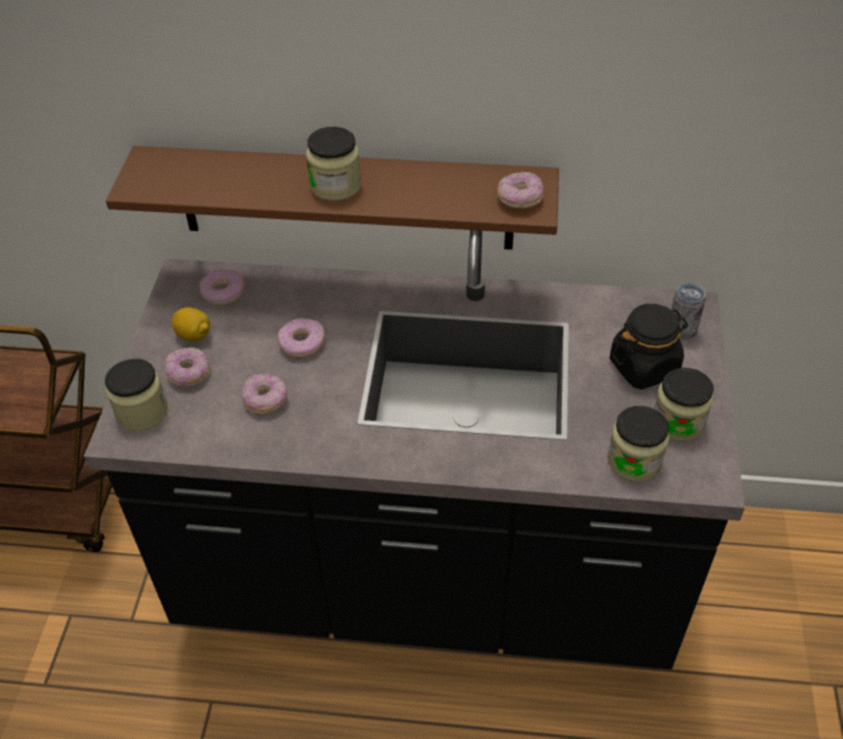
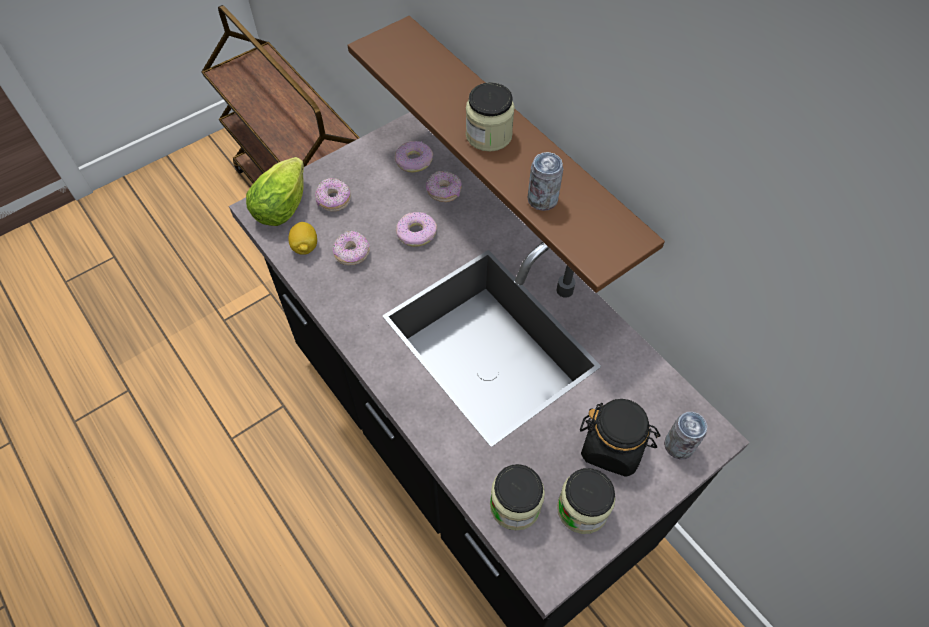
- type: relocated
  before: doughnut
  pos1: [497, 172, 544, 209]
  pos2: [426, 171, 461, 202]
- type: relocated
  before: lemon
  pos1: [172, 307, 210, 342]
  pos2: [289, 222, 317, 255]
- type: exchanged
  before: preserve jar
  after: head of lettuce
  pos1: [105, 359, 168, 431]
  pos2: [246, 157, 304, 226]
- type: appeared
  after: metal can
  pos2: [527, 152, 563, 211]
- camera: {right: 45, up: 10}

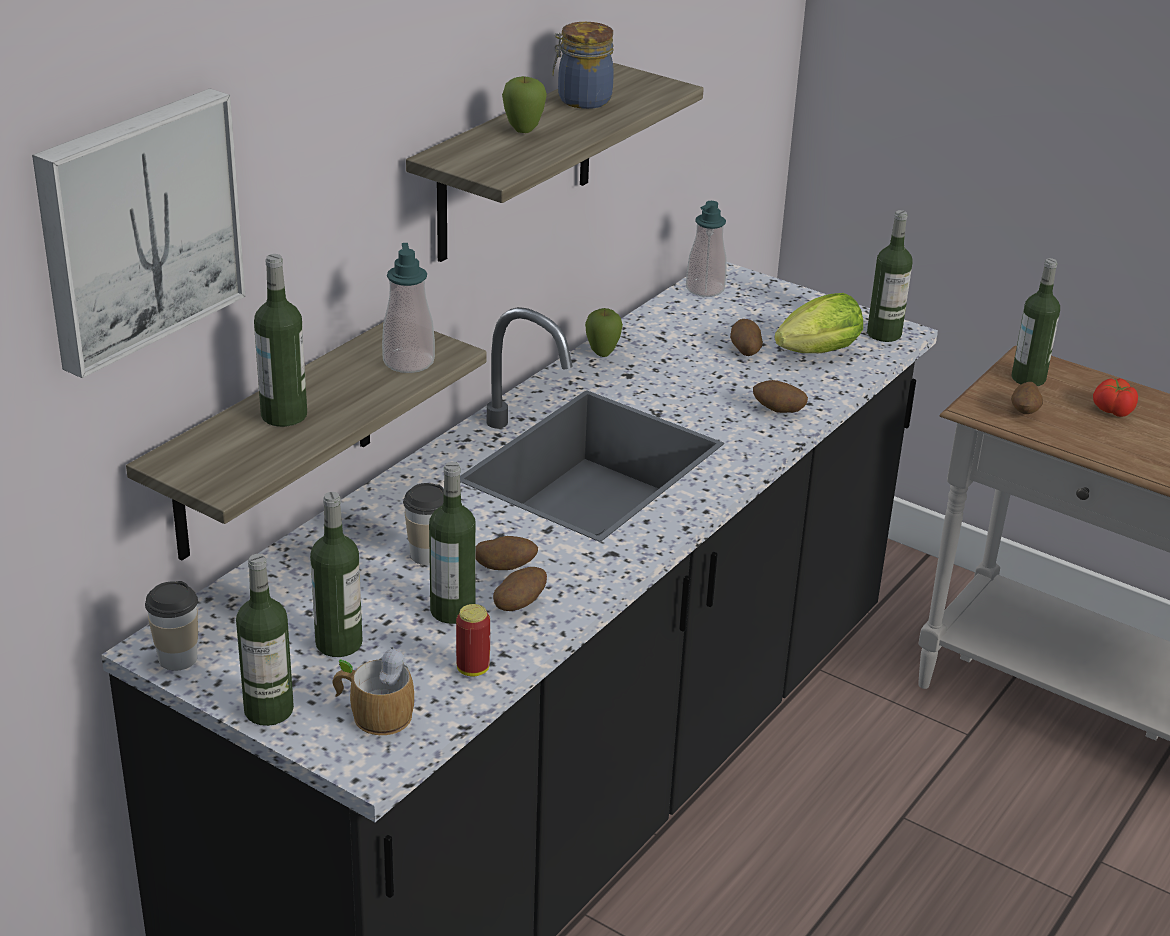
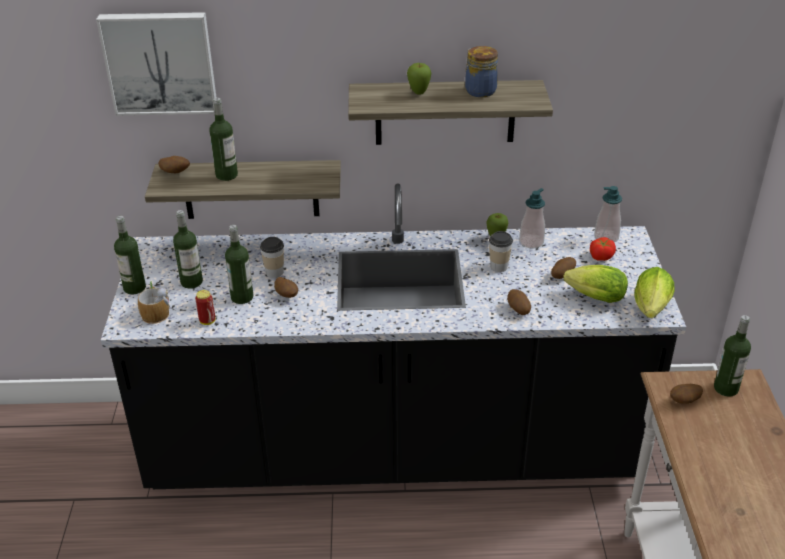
- type: exchanged
  before: bottle
  after: head of lettuce
  pos1: [867, 210, 912, 342]
  pos2: [634, 267, 675, 318]
- type: relocated
  before: soap bottle
  pos1: [382, 243, 435, 373]
  pos2: [519, 188, 545, 249]
- type: relocated
  before: tomato
  pos1: [1093, 378, 1138, 417]
  pos2: [590, 237, 616, 261]
- type: relocated
  before: spud
  pos1: [493, 567, 547, 611]
  pos2: [158, 156, 190, 173]
- type: relocated
  before: cup
  pos1: [145, 581, 198, 671]
  pos2: [489, 231, 513, 272]
- camera: {right: 55, up: 5}

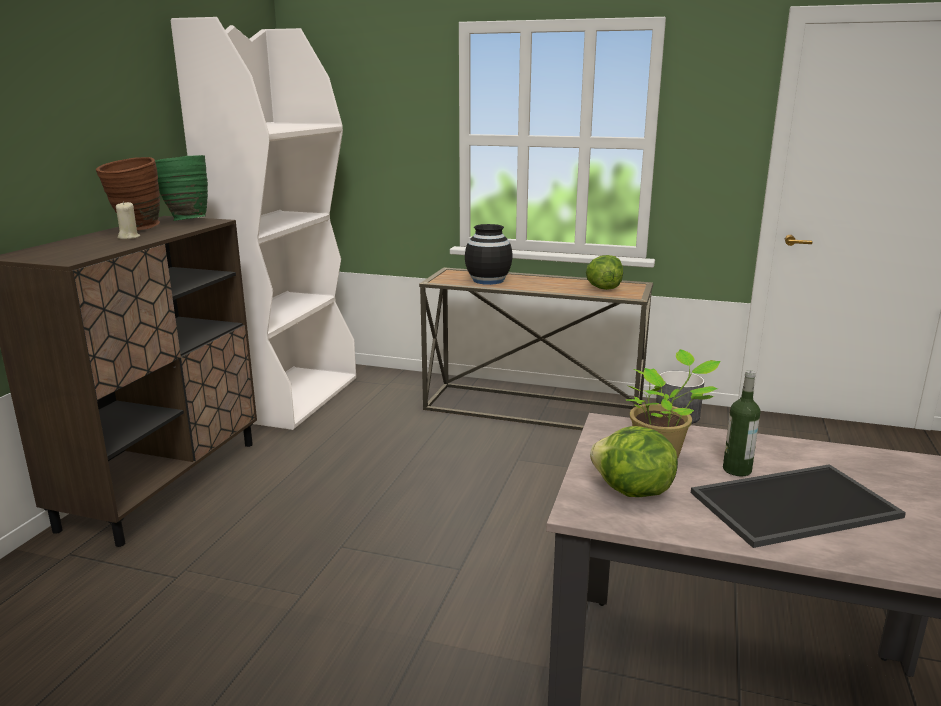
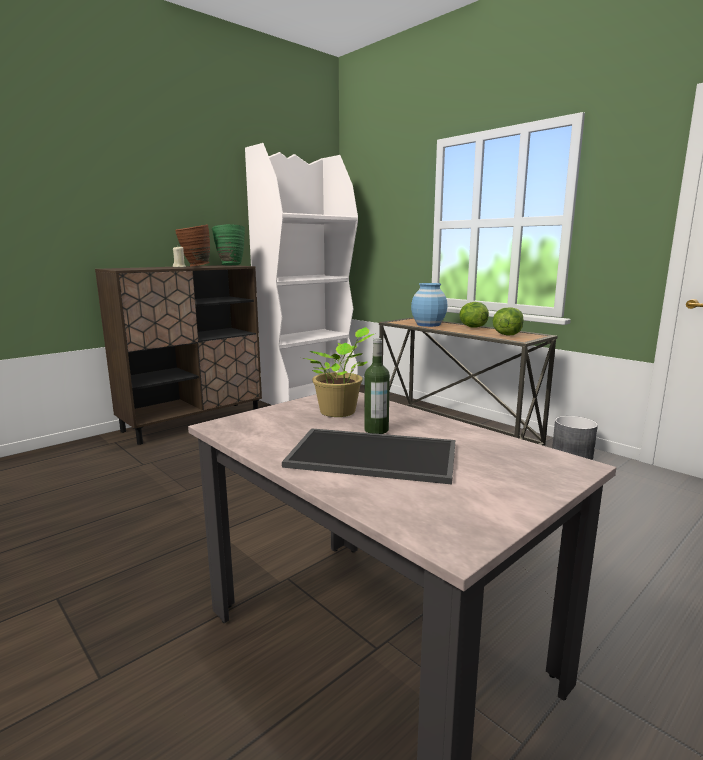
- type: colour
  before: vase (blackish)
  after: vase (bluish)
  pos1: [465, 224, 513, 285]
  pos2: [411, 283, 447, 327]
- type: relocated
  before: head of lettuce
  pos1: [590, 426, 678, 497]
  pos2: [459, 302, 489, 328]
- camera: {right: 30, up: -5}

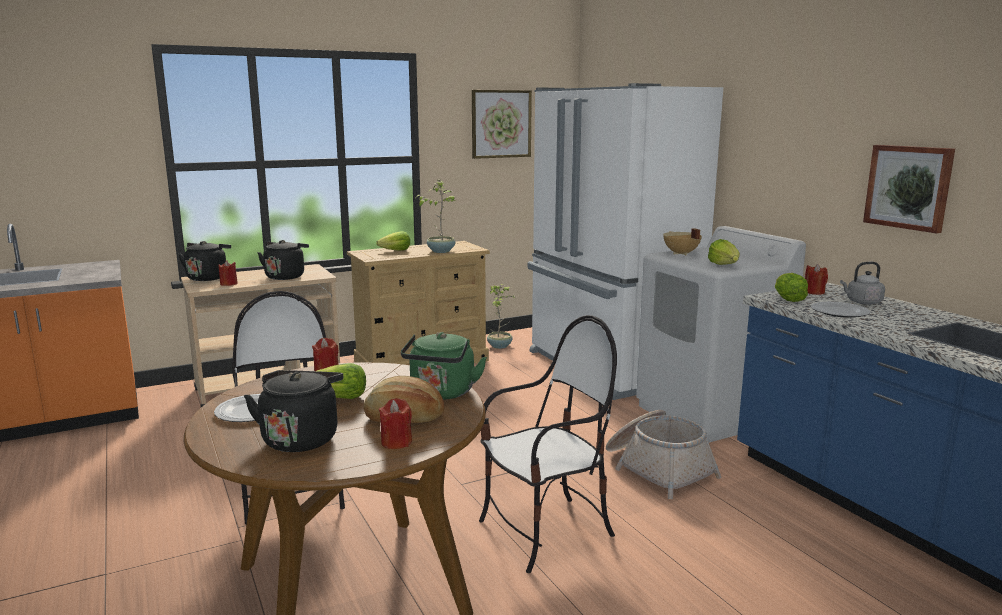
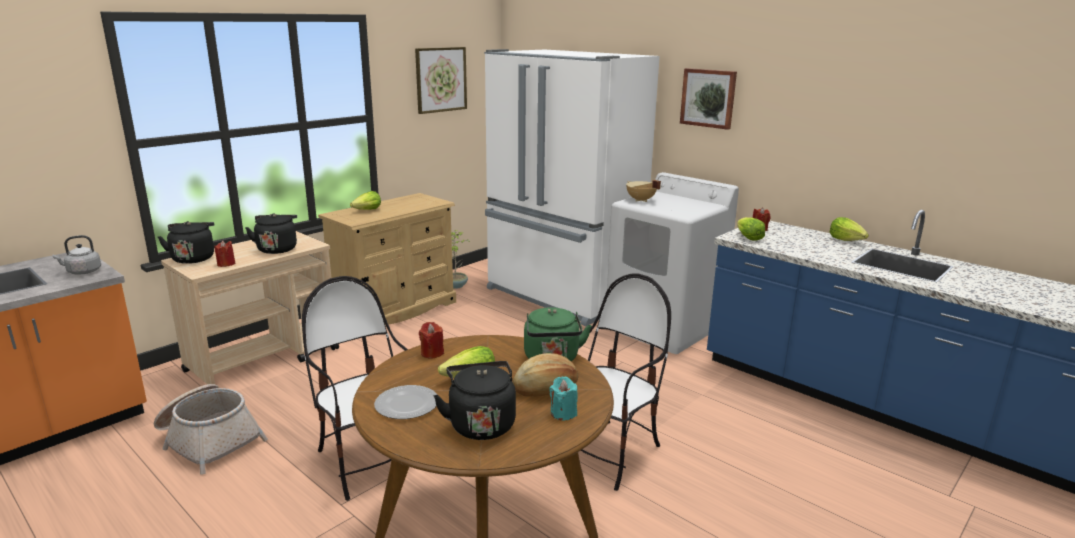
- type: relocated
  before: wall picture
  pos1: [863, 145, 955, 233]
  pos2: [680, 68, 737, 130]
- type: missing
  before: potted plant
  pos1: [416, 180, 456, 253]
- type: relocated
  before: head of lettuce
  pos1: [708, 239, 740, 265]
  pos2: [830, 217, 869, 241]
- type: relocated
  before: kettle (grey)
  pos1: [840, 262, 885, 305]
  pos2: [52, 235, 101, 274]
- type: missing
  before: dinner plate
  pos1: [811, 302, 871, 318]
- type: colour
  before: wax light (red)
  after: wax light (blue-green)
  pos1: [379, 398, 412, 449]
  pos2: [549, 376, 578, 421]
- type: relocated
  before: household basket
  pos1: [606, 410, 721, 499]
  pos2: [154, 384, 268, 474]
- camera: {right: -20, up: 5}

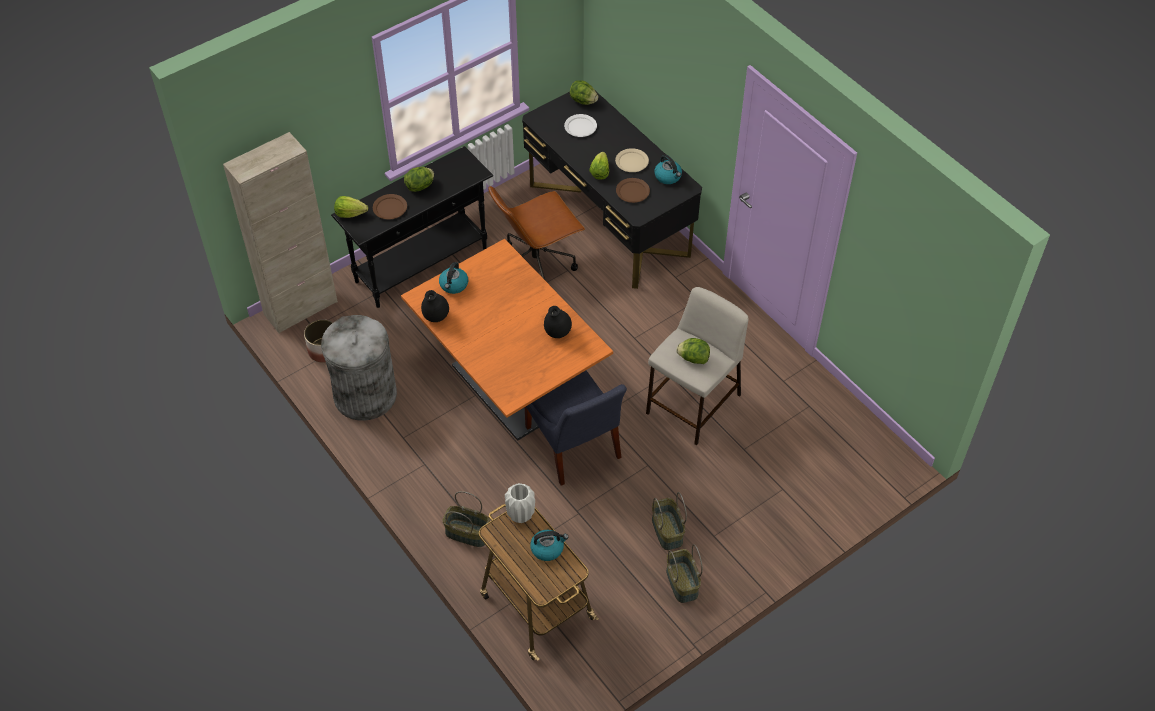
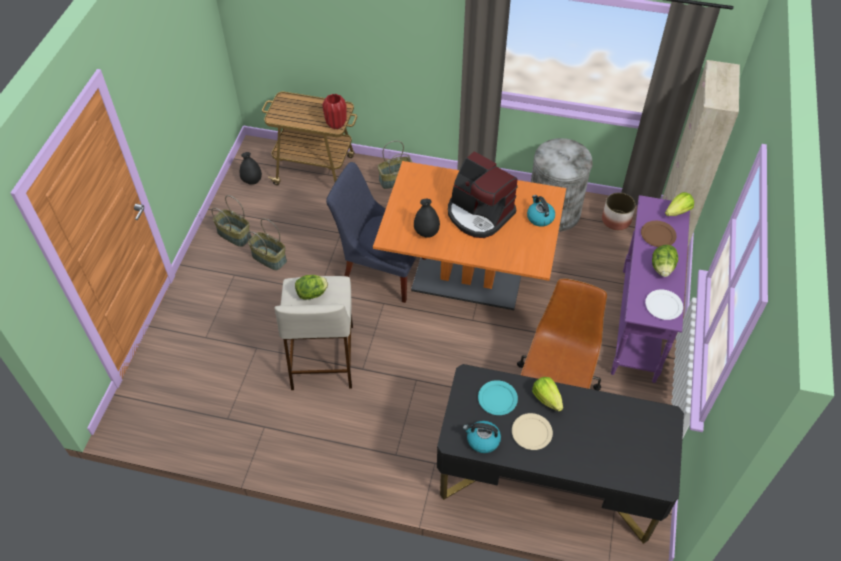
- type: missing
  before: head of lettuce
  pos1: [570, 80, 598, 105]
- type: relocated
  before: dinner plate (white-coloured)
  pos1: [564, 114, 597, 137]
  pos2: [645, 289, 683, 320]
- type: colour
  before: narrow table (blackish)
  after: narrow table (purple-coloured)
  pos1: [331, 146, 493, 308]
  pos2: [611, 195, 690, 383]
- type: colour
  before: dinner plate (brown-coloured)
  after: dinner plate (blue-green)
  pos1: [616, 178, 650, 203]
  pos2: [478, 380, 518, 415]
- type: relocated
  before: vase (blackish)
  pos1: [421, 290, 449, 322]
  pos2: [240, 152, 262, 185]
- type: colour
  before: vase (white-coloured)
  after: vase (red)
  pos1: [505, 483, 535, 523]
  pos2: [322, 94, 347, 129]
- type: missing
  before: kettle
  pos1: [530, 530, 568, 561]
- type: appeared
  after: coffee brewer
  pos2: [448, 151, 518, 238]
- camera: {right: 140, up: 0}

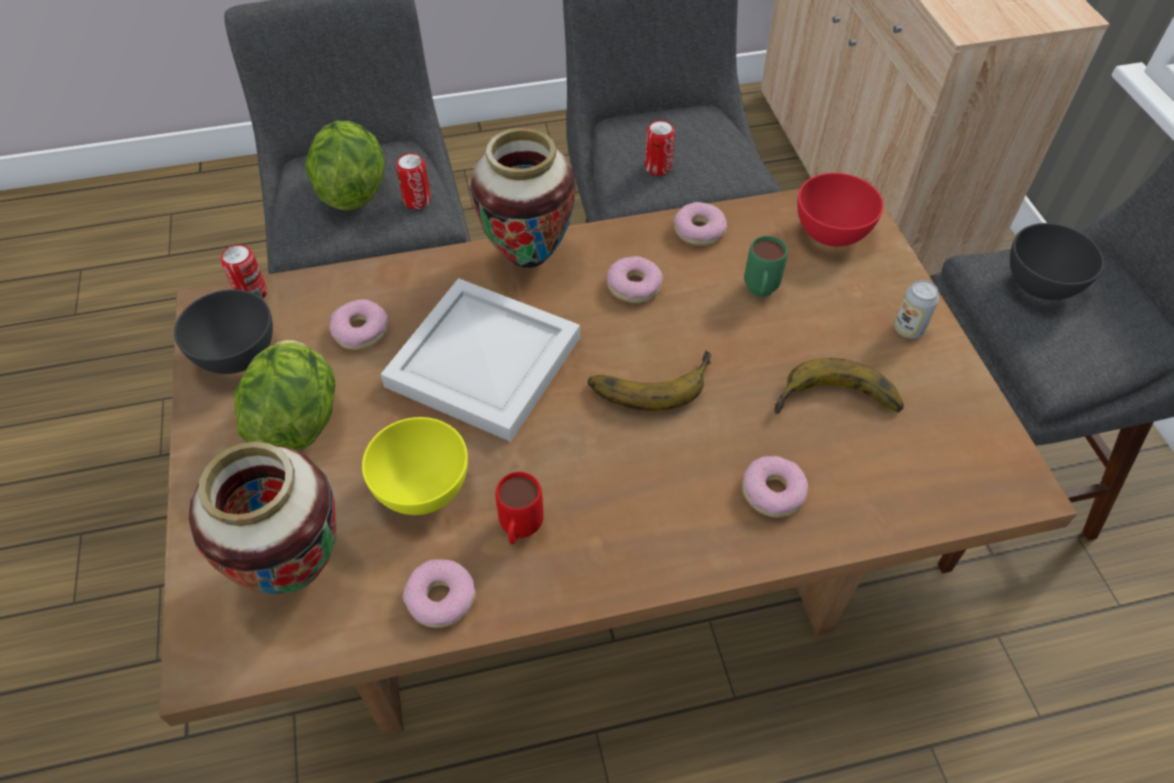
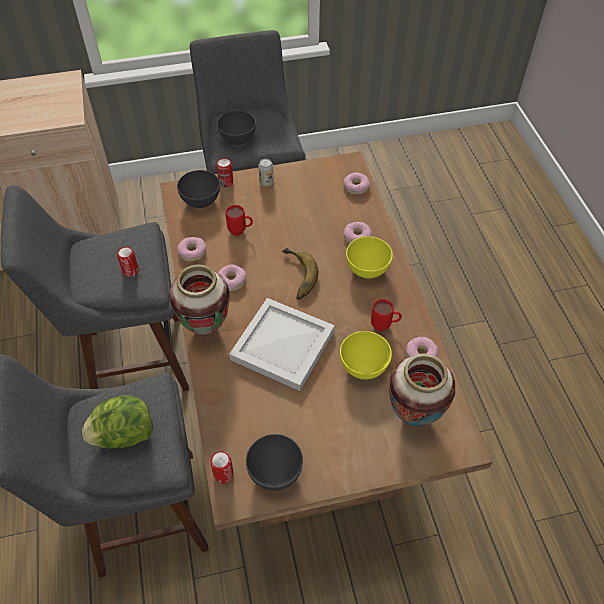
- type: relocated
  before: metal can
  pos1: [396, 153, 431, 209]
  pos2: [217, 158, 233, 187]
- type: colour
  before: deep dish (red)
  after: deep dish (grey)
  pos1: [797, 173, 883, 247]
  pos2: [177, 170, 220, 208]
- type: colour
  before: coffee mug (greenish)
  after: coffee mug (red)
  pos1: [744, 236, 788, 297]
  pos2: [226, 205, 253, 236]
- type: relocated
  before: doughnut
  pos1: [329, 299, 388, 350]
  pos2: [343, 172, 370, 195]
- type: missing
  before: head of lettuce
  pos1: [234, 340, 335, 452]
- type: missing
  before: whole banana
  pos1: [774, 358, 904, 414]
- type: appeared
  after: deep dish (yellowish)
  pos2: [346, 236, 393, 278]
- camera: {right: -90, up: 0}

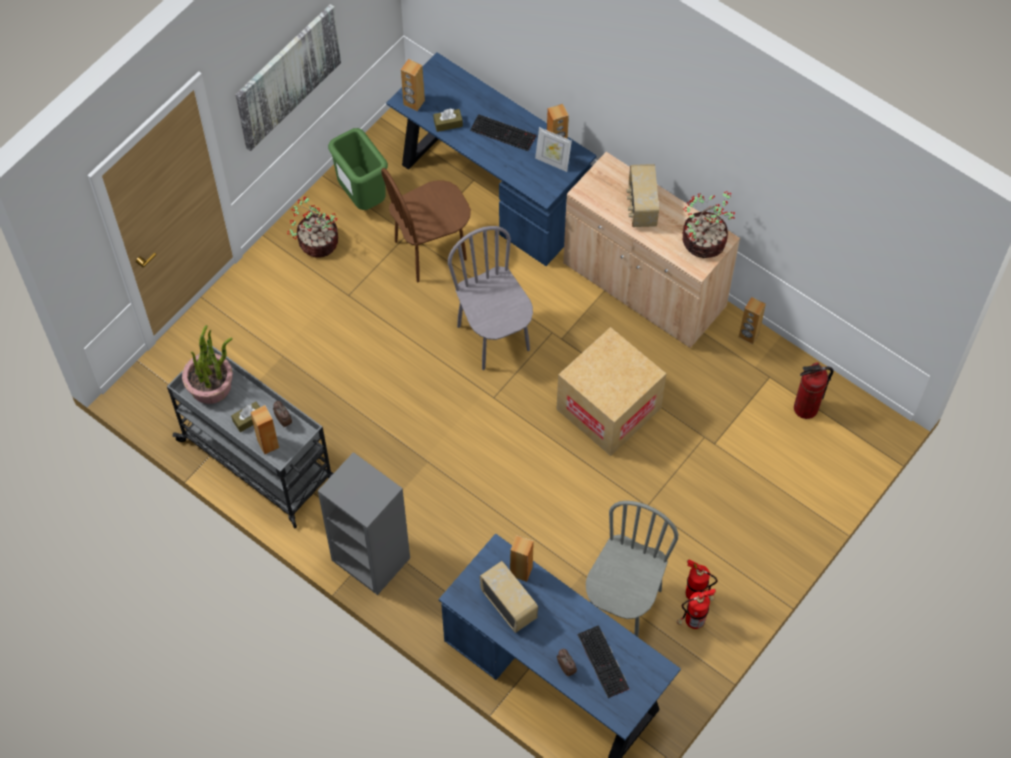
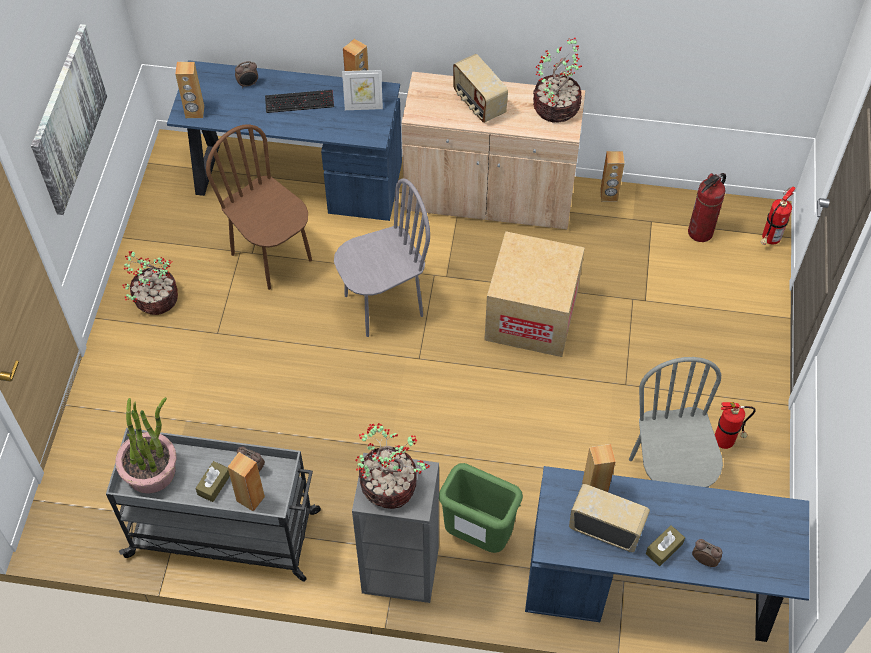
- type: relocated
  before: tissue box (brown-coloured)
  pos1: [433, 109, 463, 132]
  pos2: [646, 525, 685, 566]
- type: relocated
  before: rubbish bin (greenish)
  pos1: [328, 128, 388, 210]
  pos2: [439, 463, 523, 553]
- type: spun
  before: plain chair (brown-coloured)
  pos1: [381, 168, 471, 282]
  pos2: [206, 124, 312, 290]
  turn: 105
- type: spun
  before: plain chair (grey)
  pos1: [448, 226, 533, 370]
  pos2: [334, 179, 430, 337]
  turn: 120
- type: relocated
  before: extinguisher
  pos1: [677, 589, 716, 629]
  pos2: [761, 187, 796, 245]
- type: missing
  before: keyboard
  pos1: [577, 625, 629, 698]
- type: appeared
  after: table clock
  pos2: [235, 61, 258, 88]
- type: appeared
  after: potted plant
  pos2: [356, 423, 430, 509]
- camera: {right: -30, up: -5}

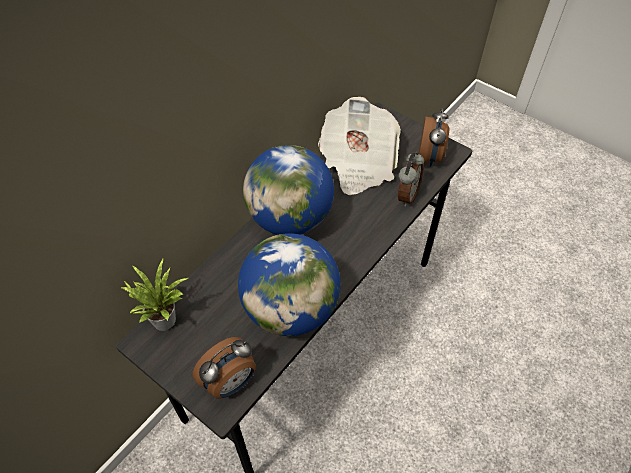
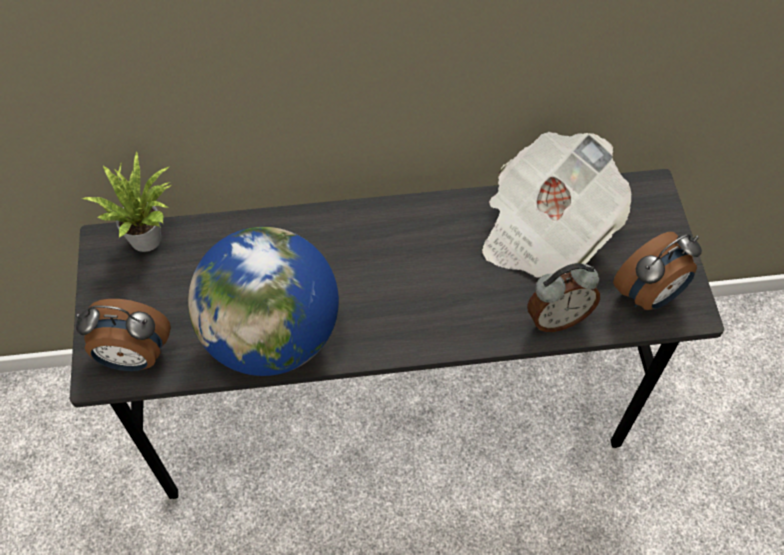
- type: missing
  before: desk globe
  pos1: [243, 145, 334, 235]
- camera: {right: 45, up: 5}

